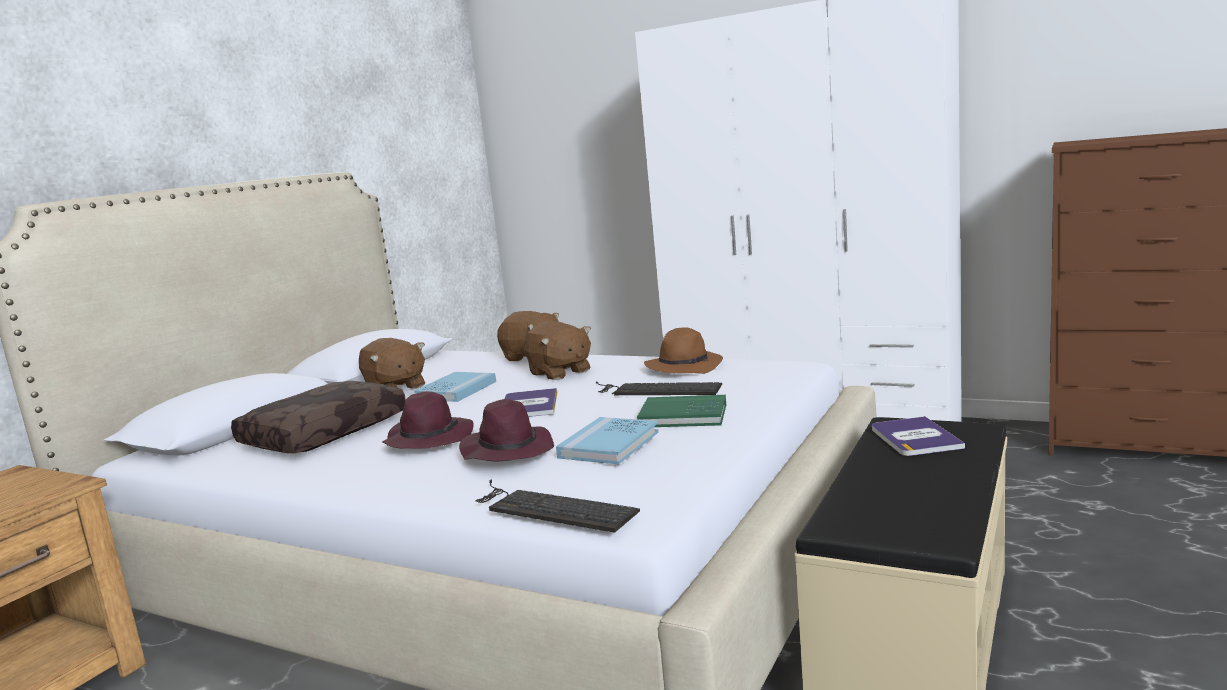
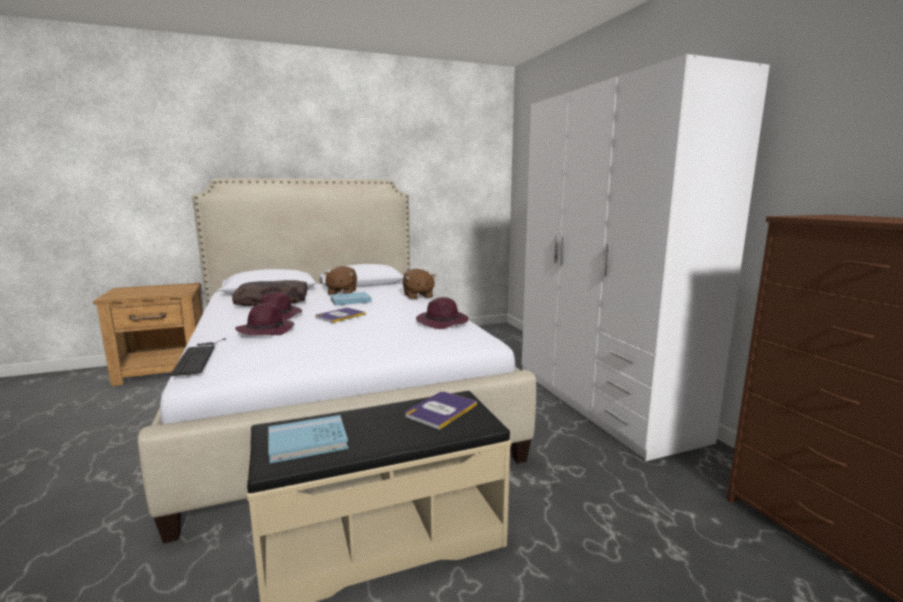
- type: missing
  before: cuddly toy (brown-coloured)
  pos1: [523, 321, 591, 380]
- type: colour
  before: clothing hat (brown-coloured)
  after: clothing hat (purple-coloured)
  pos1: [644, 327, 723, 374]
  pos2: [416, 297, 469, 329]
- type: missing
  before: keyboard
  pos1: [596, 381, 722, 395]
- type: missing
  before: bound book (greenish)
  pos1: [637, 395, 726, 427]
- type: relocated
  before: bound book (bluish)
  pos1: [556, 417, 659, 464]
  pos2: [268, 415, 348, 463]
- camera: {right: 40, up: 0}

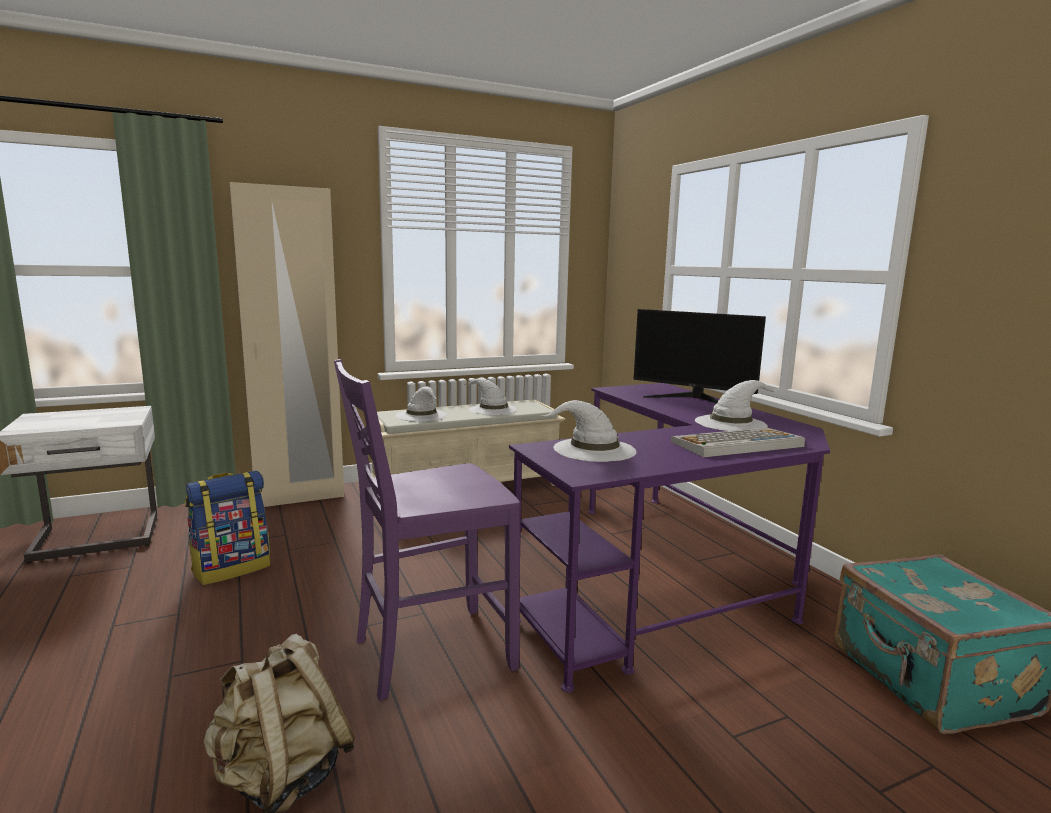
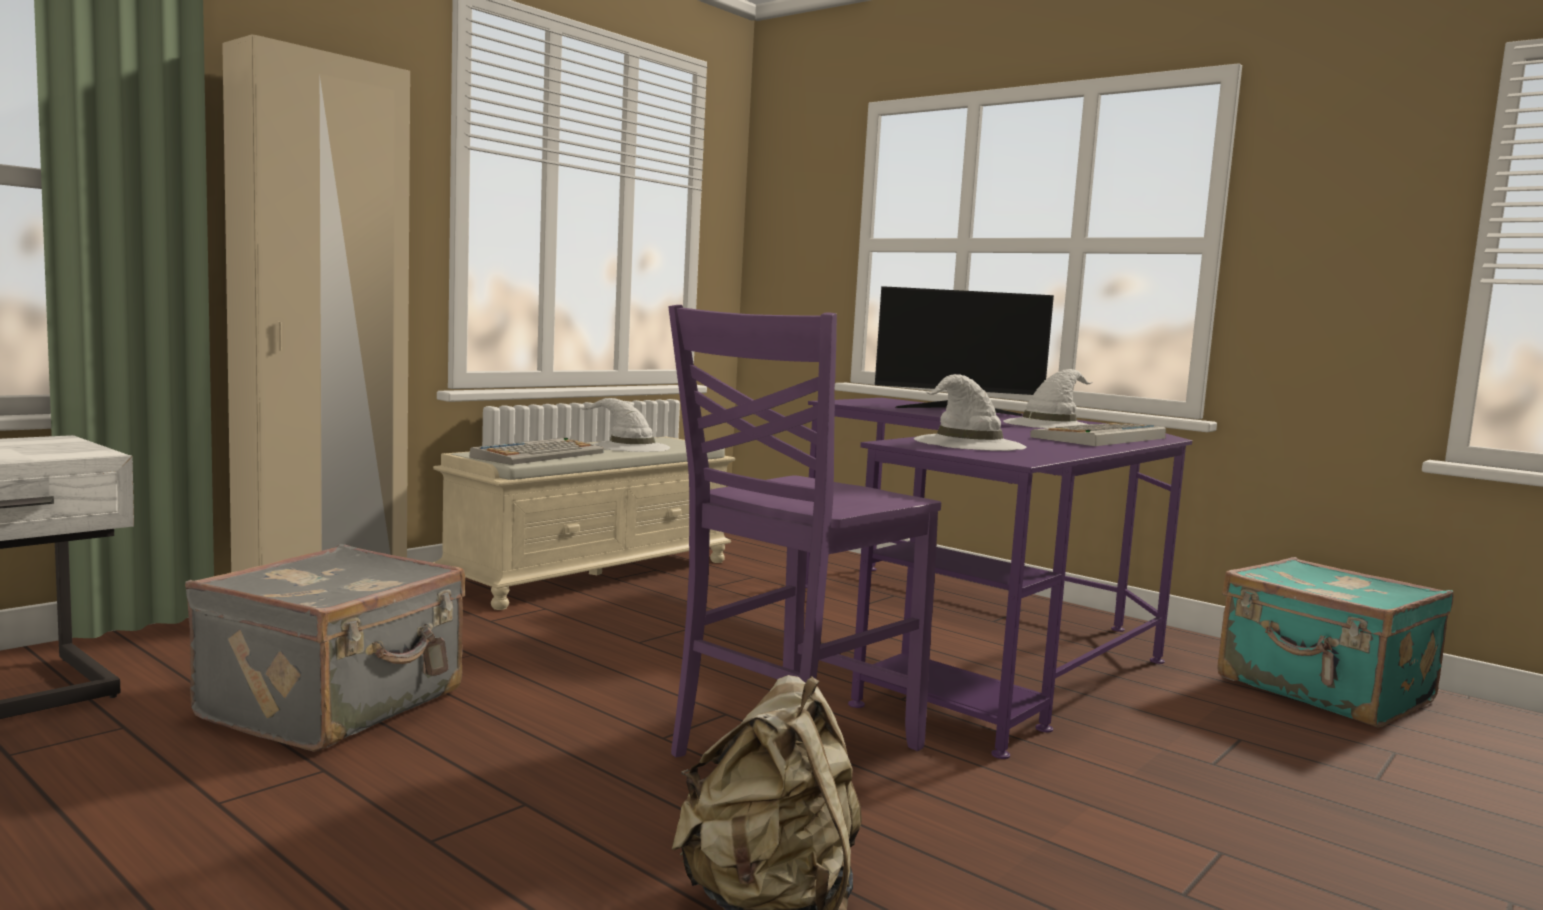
- type: exchanged
  before: clothing hat (white-coloured)
  after: keyboard
  pos1: [396, 387, 447, 422]
  pos2: [470, 438, 604, 465]
- type: exchanged
  before: knapsack
  after: travel case (grey)
  pos1: [185, 471, 270, 585]
  pos2: [185, 544, 465, 752]
- camera: {right: -25, up: -5}

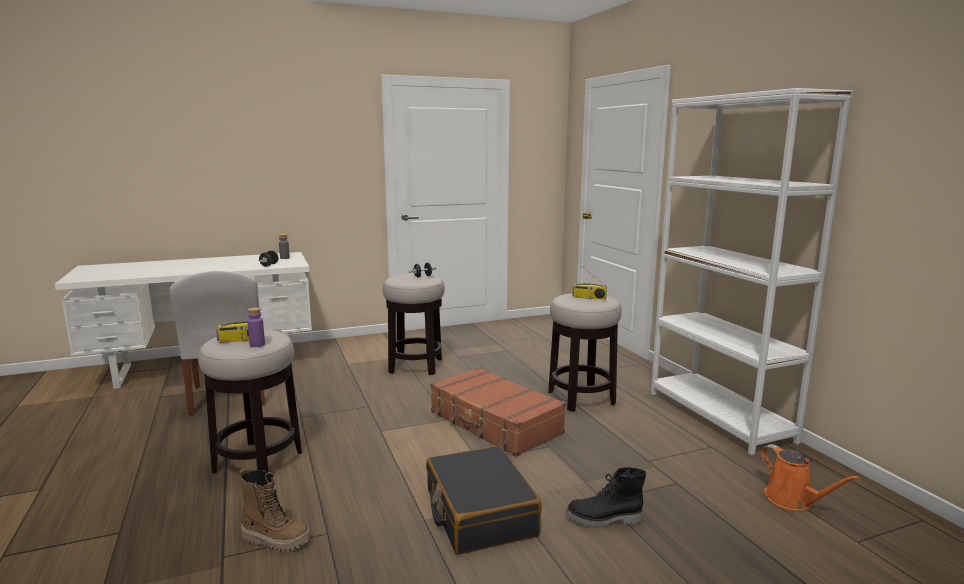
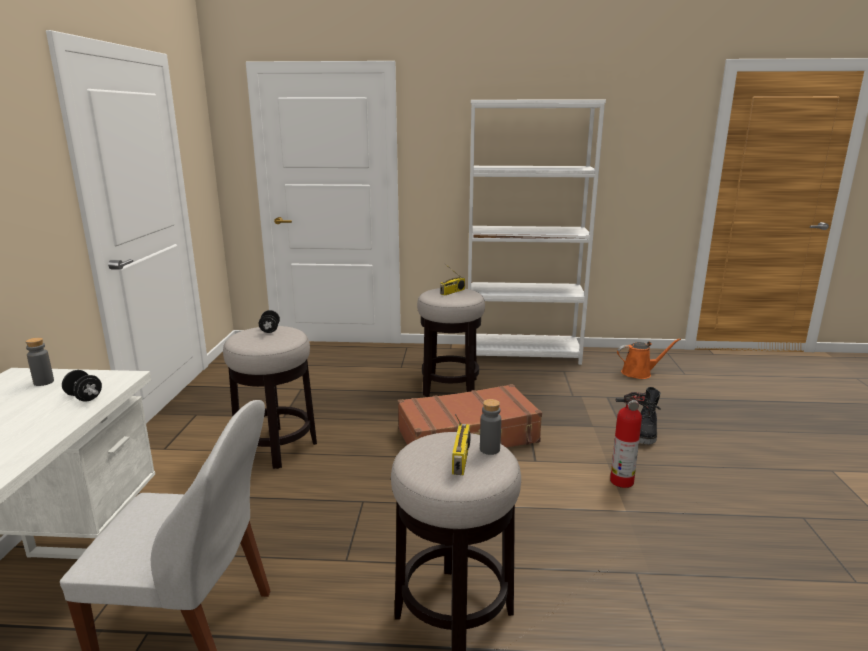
- type: colour
  before: bottle (purple-coloured)
  after: bottle (grey)
  pos1: [247, 307, 265, 347]
  pos2: [480, 399, 501, 455]
- type: exchanged
  before: travel case (blackish)
  after: extinguisher
  pos1: [426, 446, 542, 555]
  pos2: [610, 392, 650, 488]
- type: missing
  before: boot
  pos1: [239, 469, 310, 552]
- camera: {right: -65, up: 5}

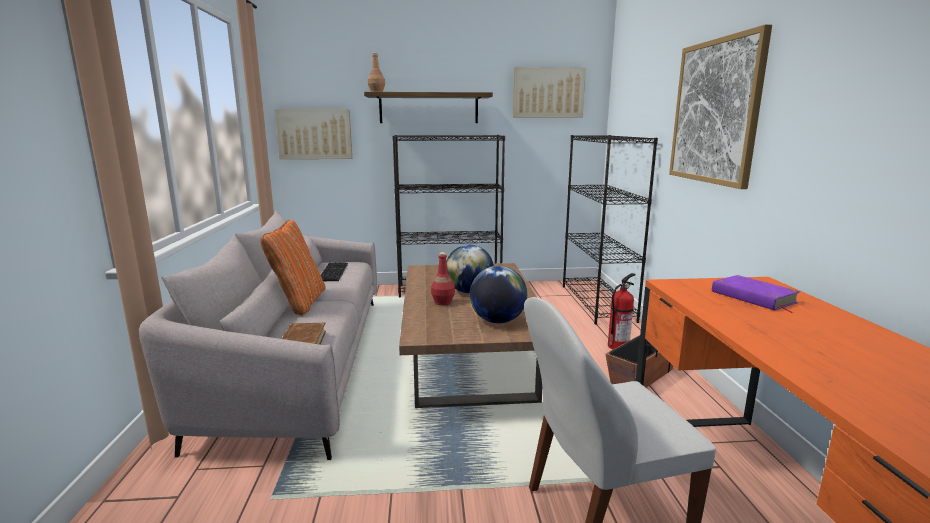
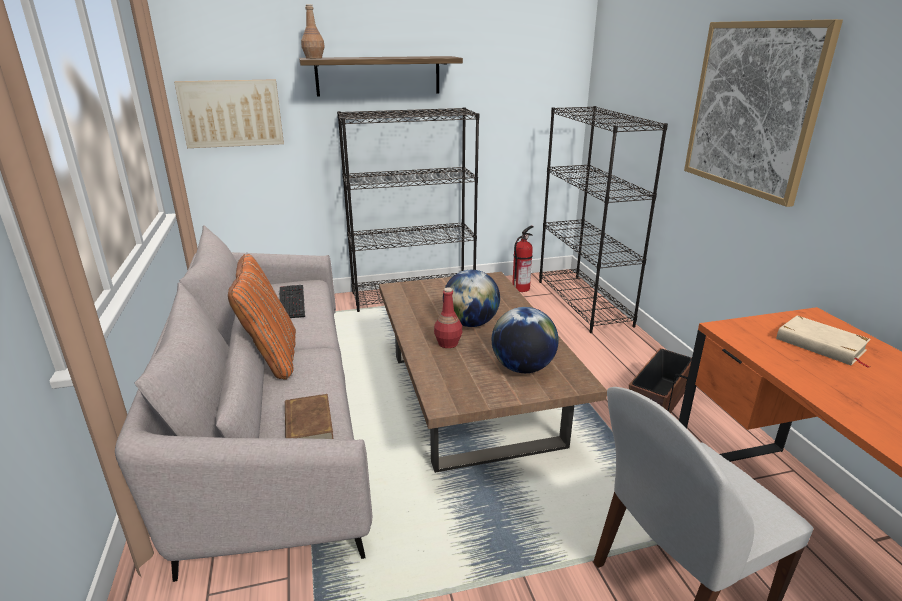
- type: missing
  before: wall picture
  pos1: [513, 67, 586, 117]
- type: relocated
  before: extinguisher
  pos1: [608, 273, 636, 349]
  pos2: [512, 226, 534, 292]
- type: colour
  before: bound book (purple-coloured)
  after: bound book (beige-coloured)
  pos1: [712, 275, 800, 313]
  pos2: [776, 316, 871, 368]
- camera: {right: -10, up: 10}

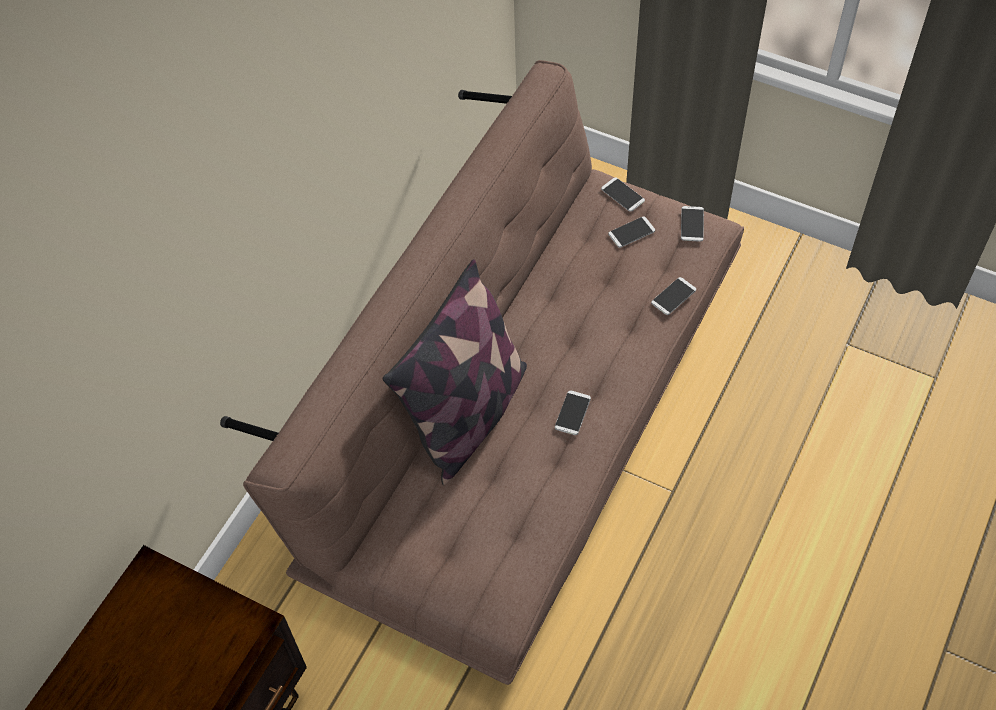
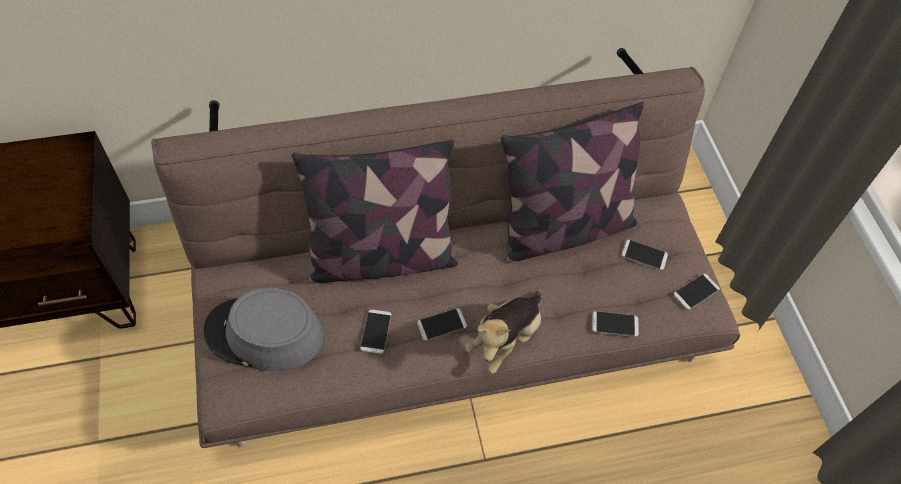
- type: relocated
  before: phone
  pos1: [601, 177, 645, 212]
  pos2: [360, 309, 392, 354]
- type: appeared
  after: cushion
  pos2: [501, 102, 644, 263]
- type: appeared
  after: clothing hat (grey)
  pos2: [204, 288, 324, 371]
- type: appeared
  after: cuddly toy
  pos2: [465, 291, 542, 374]
- camera: {right: 45, up: 0}

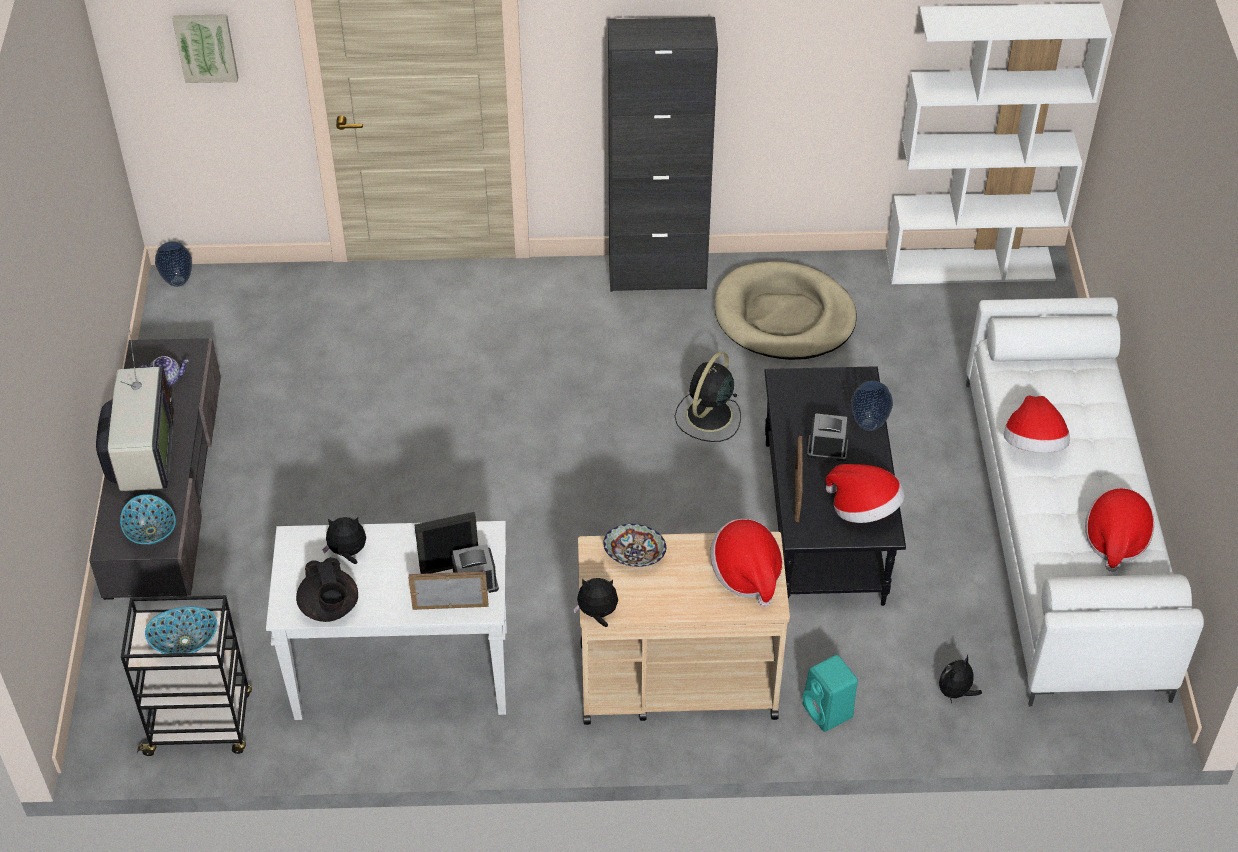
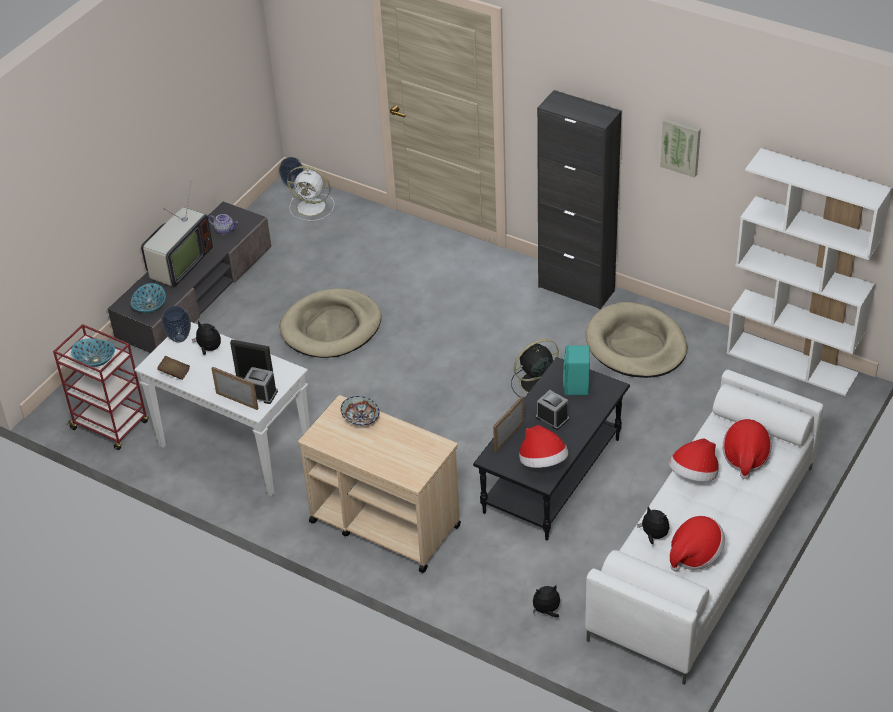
- type: relocated
  before: wall picture
  pos1: [172, 14, 238, 83]
  pos2: [660, 118, 701, 178]
- type: relocated
  before: vase
  pos1: [851, 381, 893, 431]
  pos2: [161, 306, 191, 343]
- type: relocated
  before: clothing hat
  pos1: [710, 519, 782, 607]
  pos2: [723, 419, 771, 479]
- type: exchanged
  before: pot for tea (blackish)
  after: bound book (brown-coloured)
  pos1: [296, 557, 358, 622]
  pos2: [157, 356, 190, 380]
- type: relocated
  before: cuddly toy
  pos1: [573, 578, 618, 627]
  pos2: [637, 507, 670, 544]
- type: colour
  before: cart (blackish)
  after: cart (red)
  pos1: [121, 595, 252, 756]
  pos2: [53, 324, 149, 450]
- type: relocated
  before: audio speaker (blue-green)
  pos1: [803, 655, 858, 732]
  pos2: [563, 345, 590, 395]
- type: appeared
  after: fan (white-coloured)
  pos2: [287, 166, 334, 221]
- type: appeared
  after: pet bed (beige-coloured)
  pos2: [279, 288, 382, 358]
- camera: {right: 35, up: -5}

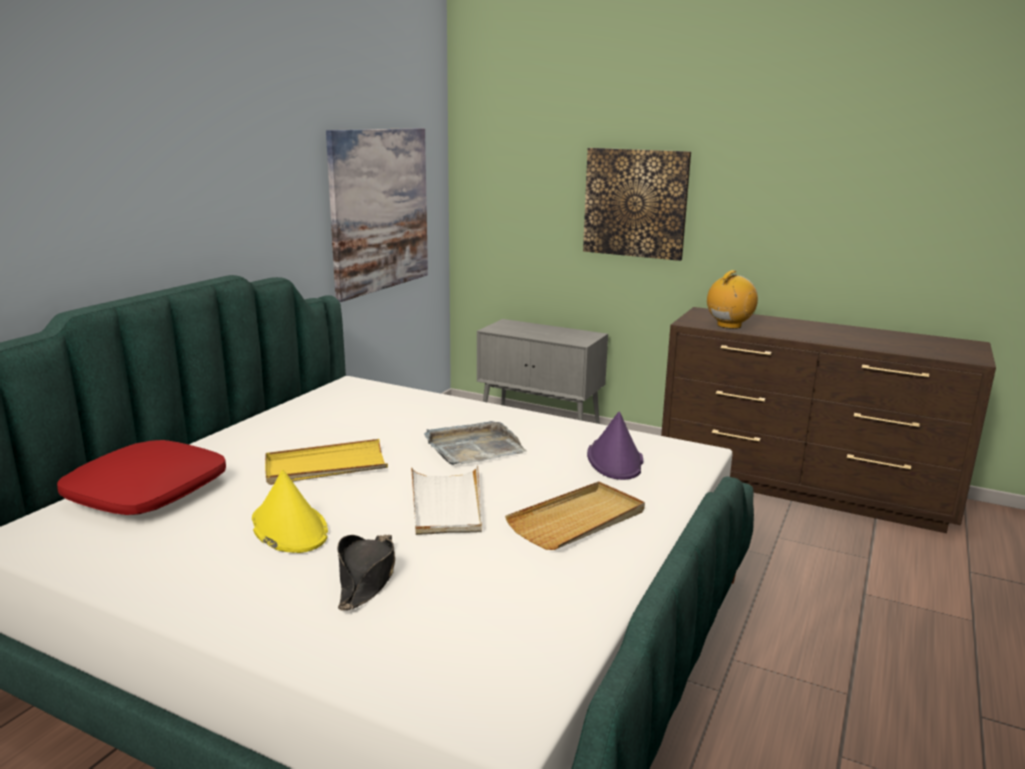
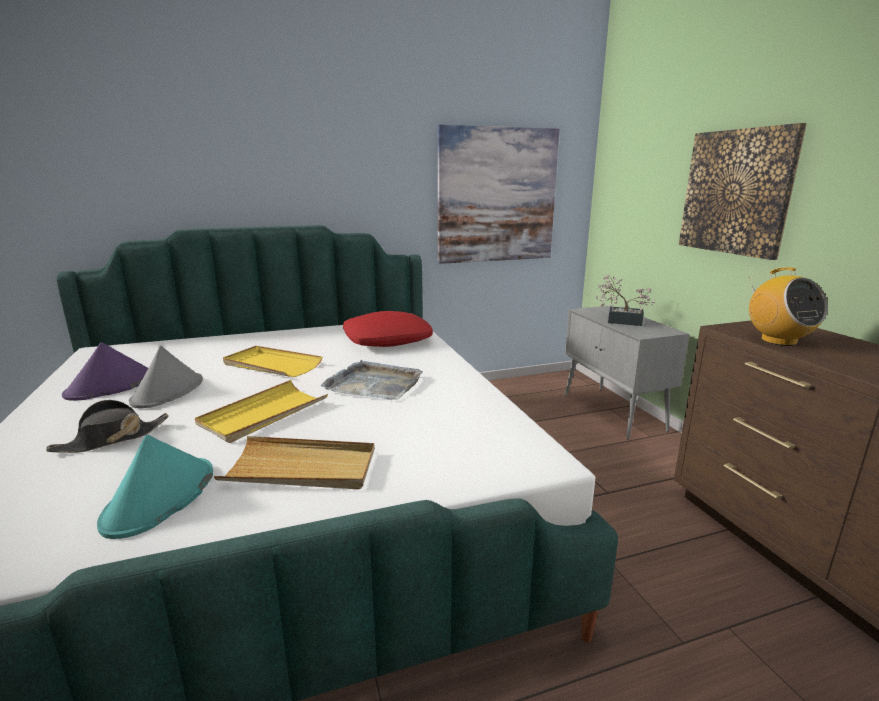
- type: spun
  before: radio set
  pos1: [707, 270, 758, 329]
  pos2: [749, 267, 828, 346]
  turn: 75
- type: relocated
  before: clothing hat (purple-coloured)
  pos1: [587, 411, 643, 480]
  pos2: [62, 342, 148, 401]
- type: relocated
  before: cushion (red)
  pos1: [57, 440, 226, 515]
  pos2: [343, 311, 433, 347]
- type: colour
  before: serving tray (white-coloured)
  after: serving tray (yellowish)
  pos1: [411, 465, 482, 535]
  pos2: [195, 380, 328, 443]
- type: colour
  before: clothing hat (yellowish)
  after: clothing hat (grey)
  pos1: [252, 470, 328, 553]
  pos2: [129, 346, 203, 408]
- type: appeared
  after: potted plant
  pos2: [596, 275, 655, 326]
- type: appeared
  after: clothing hat (blue-green)
  pos2: [97, 435, 213, 539]
- camera: {right: 45, up: 0}

